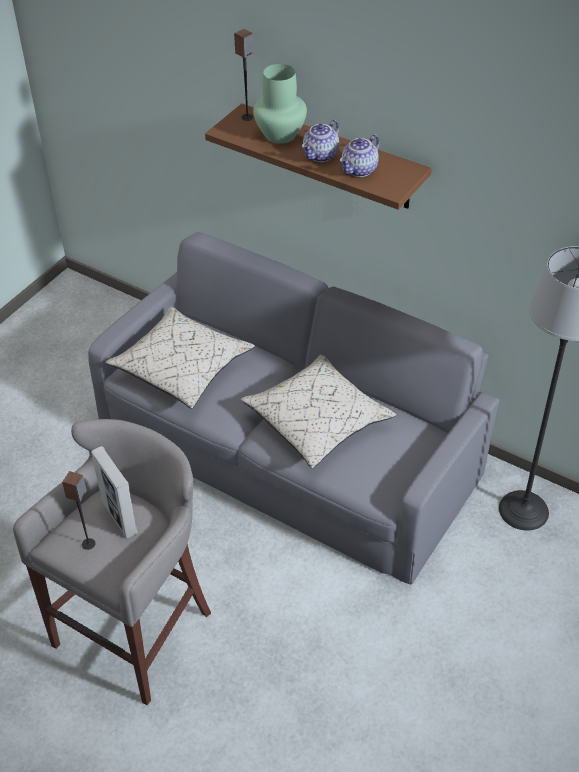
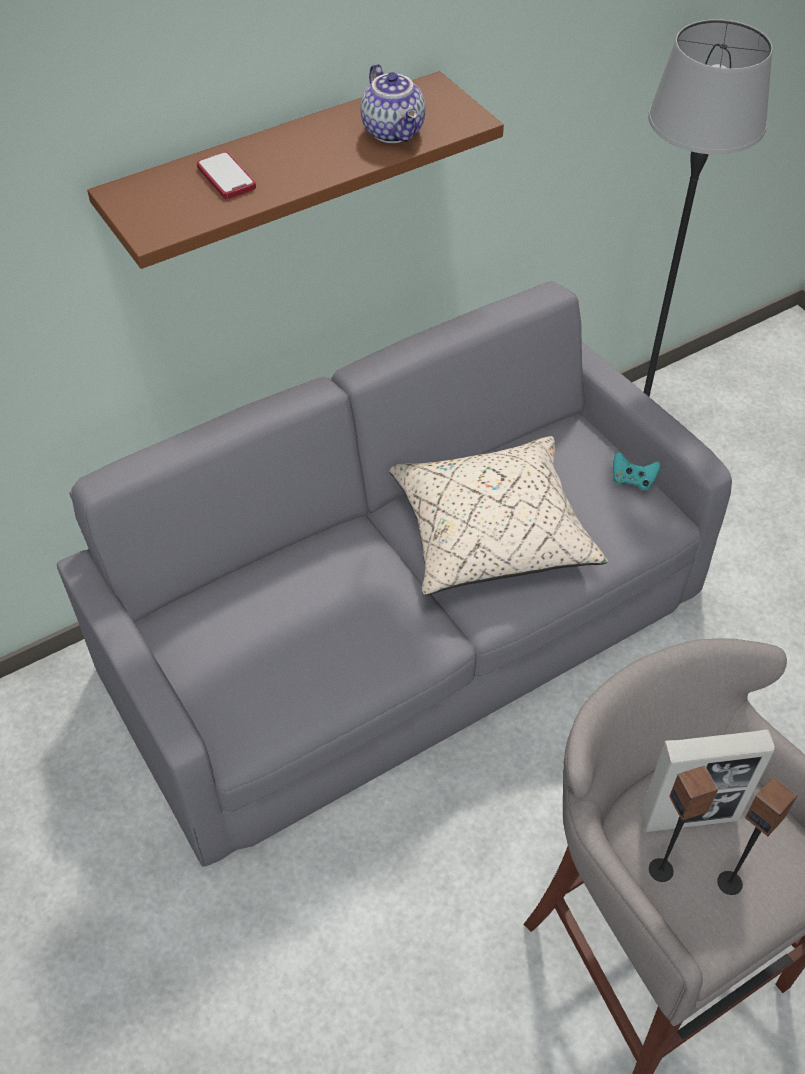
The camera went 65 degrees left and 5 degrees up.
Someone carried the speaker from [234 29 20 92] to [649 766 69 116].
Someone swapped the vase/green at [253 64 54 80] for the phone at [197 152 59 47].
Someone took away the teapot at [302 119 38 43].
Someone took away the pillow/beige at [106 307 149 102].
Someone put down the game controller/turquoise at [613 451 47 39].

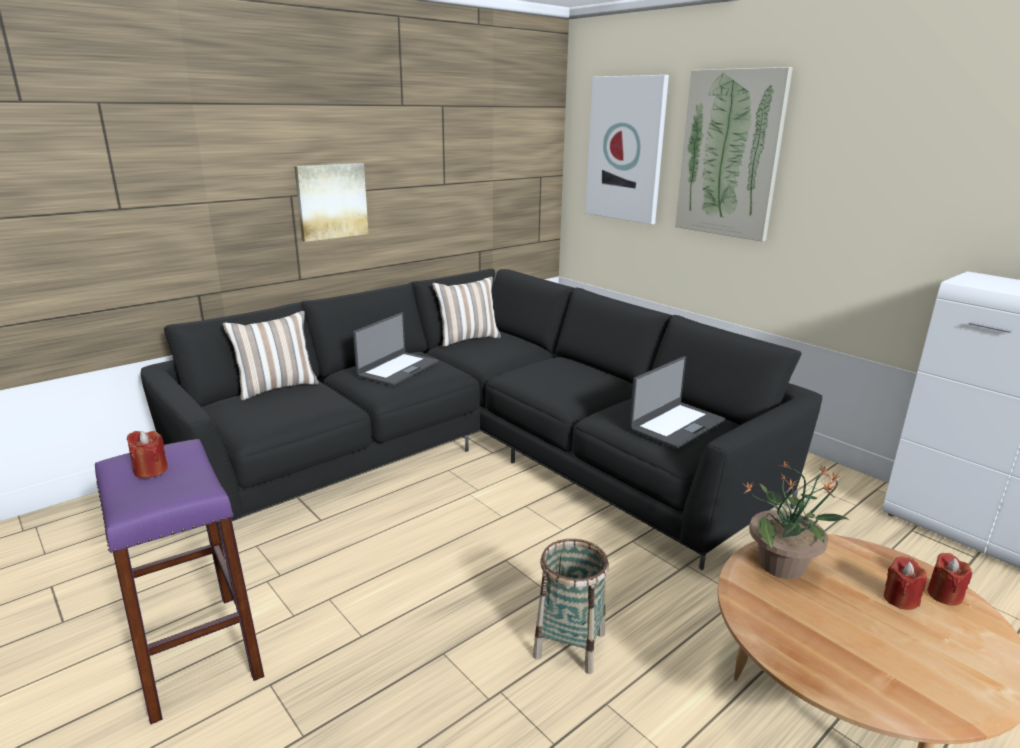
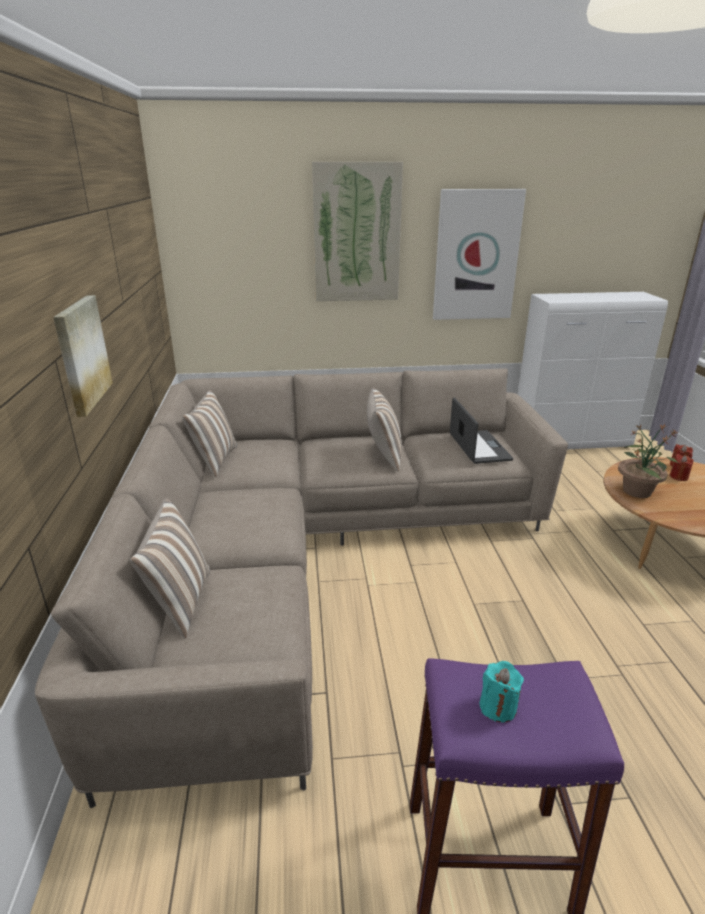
The camera went 55 degrees left and 5 degrees up.
Someone carried the picture from [585 75 84 149] to [433 189 93 131].
Someone repainted the sofa/black at [141 269 681 301], which became the sofa/beige at [35 368 533 440].
Someone took away the laptop at [353 313 86 73].
Someone repainted the candle/red at [126 431 42 47], which became the candle/turquoise at [480 661 44 61].
Someone took away the basket at [533 539 76 135].
Someone put down the pillow at [367 387 35 85].

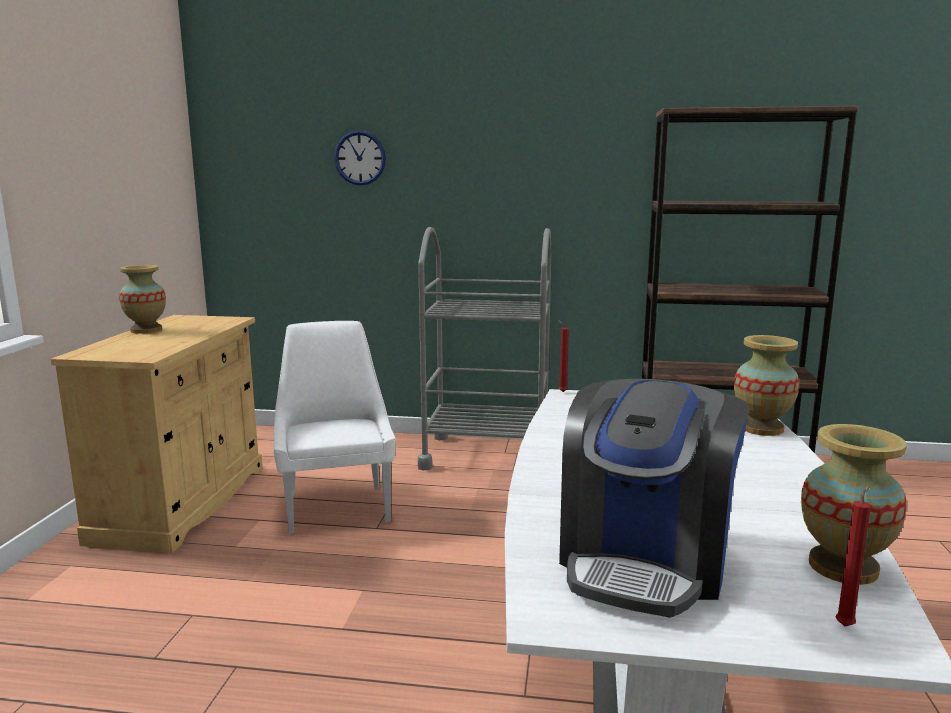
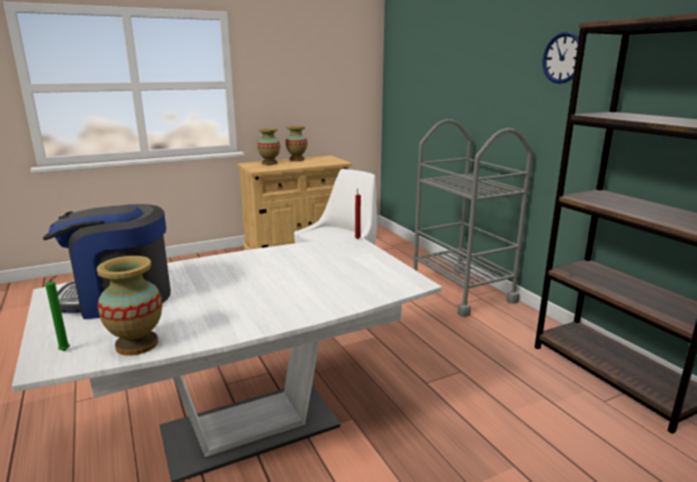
The camera went 55 degrees right and 5 degrees up.
Someone carried the wall clock from [334 130 52 56] to [543 32 36 52].
Someone carried the vase from [734 335 65 101] to [257 128 23 37].
Someone repainted the candle/red at [835 485 36 141], which became the candle/green at [45 275 25 76].

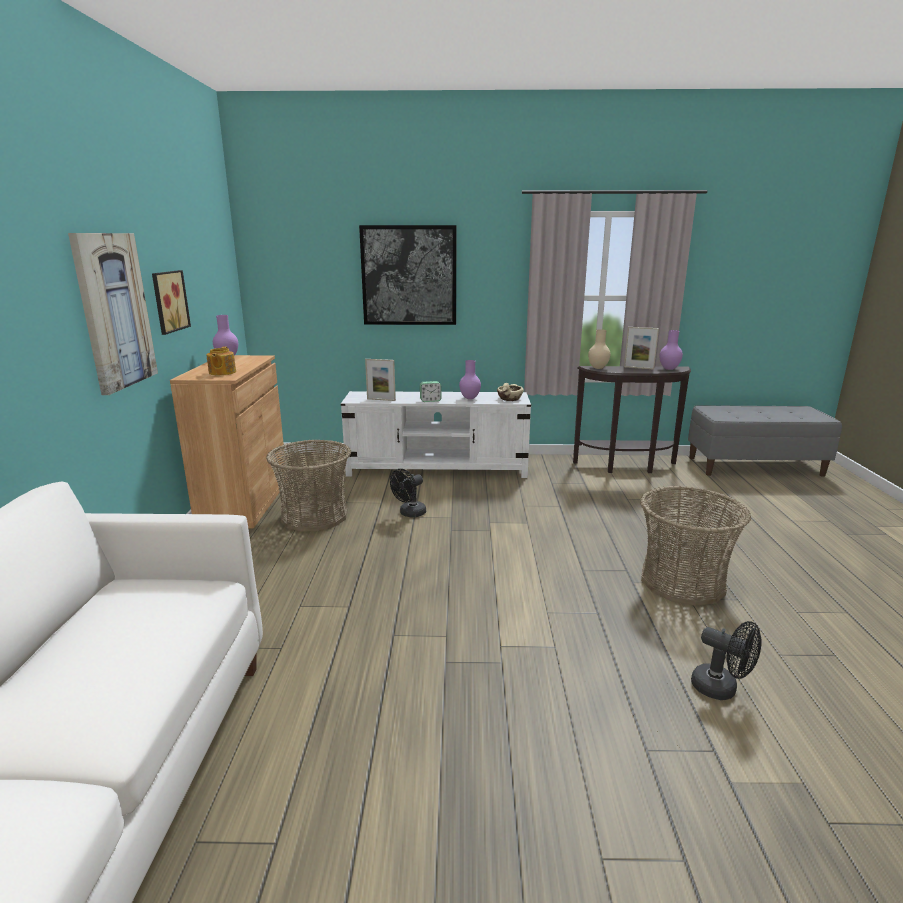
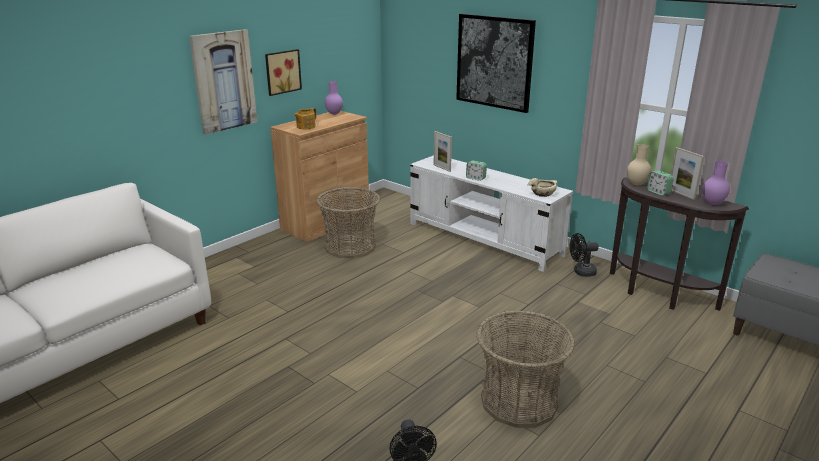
The camera went 40 degrees right and 5 degrees up.
Someone took away the vase/purple at [459 360 22 39].
Someone carried the fan/black from [390 469 36 48] to [570 233 29 44].
Someone put down the alarm clock at [647 170 27 26].

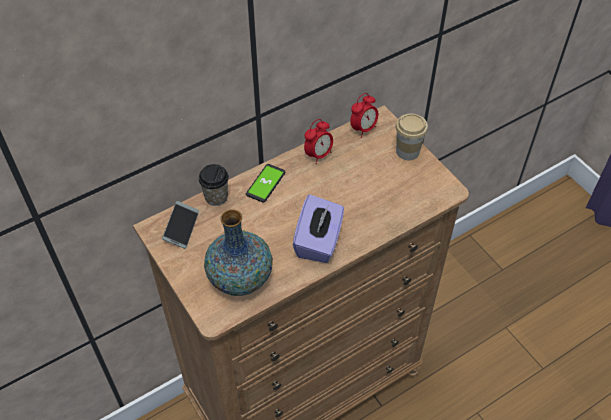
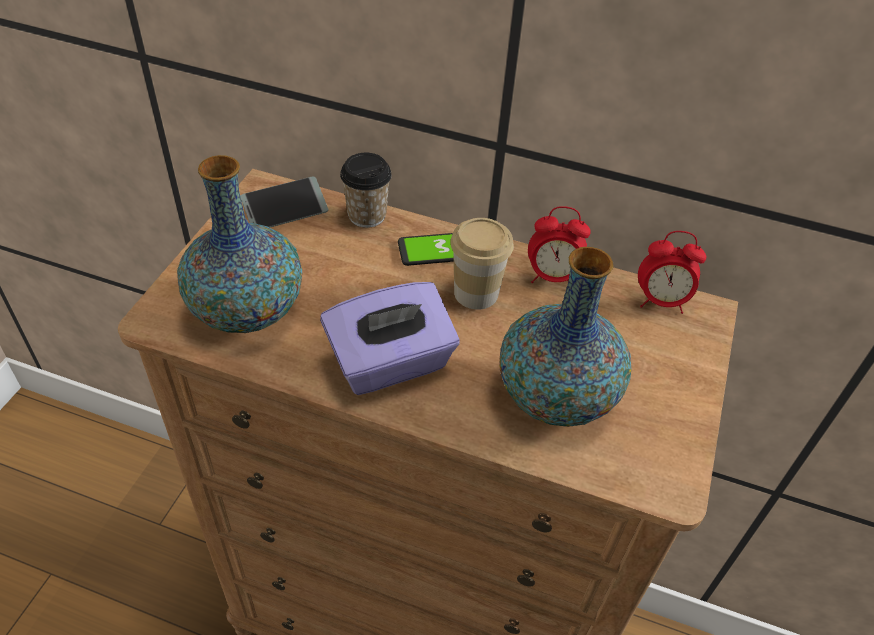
The camera went 50 degrees right and 5 degrees down.
Someone carried the cup from [395 114 33 46] to [450 218 64 92].
Someone put down the vase at [499 246 132 181].

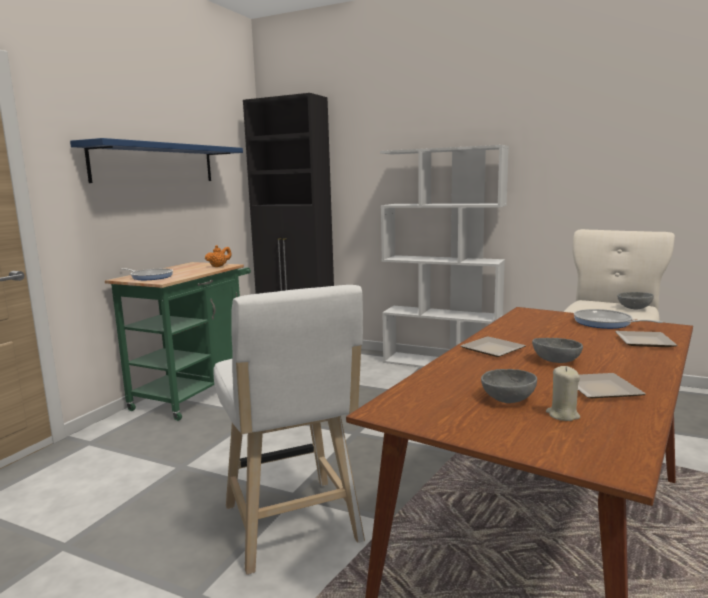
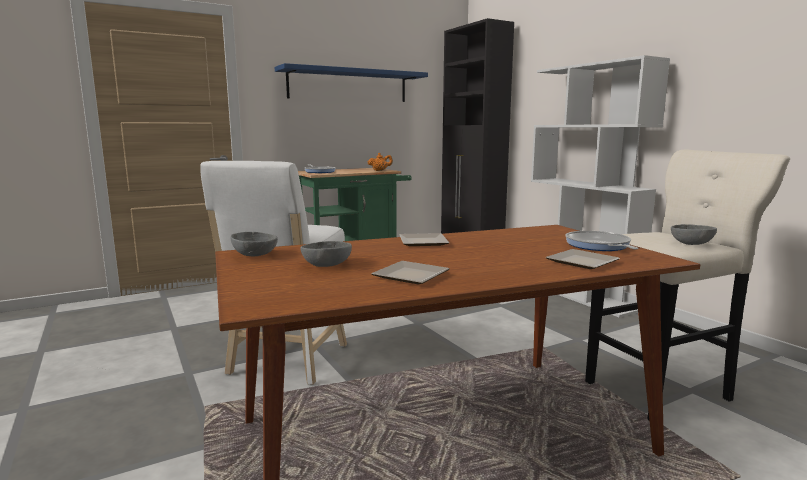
The camera went 35 degrees right and 0 degrees up.
Someone carried the bowl/grey from [532 338 51 25] to [230 232 48 24].
Someone took away the candle/beige at [546 366 34 55].

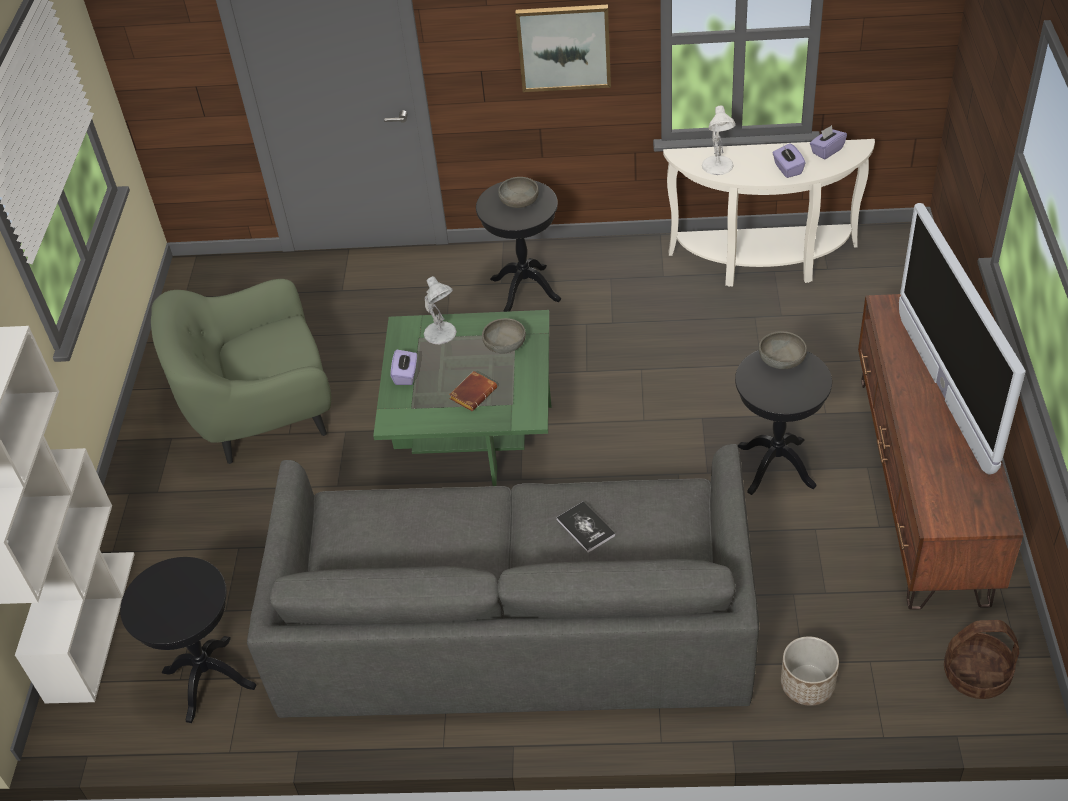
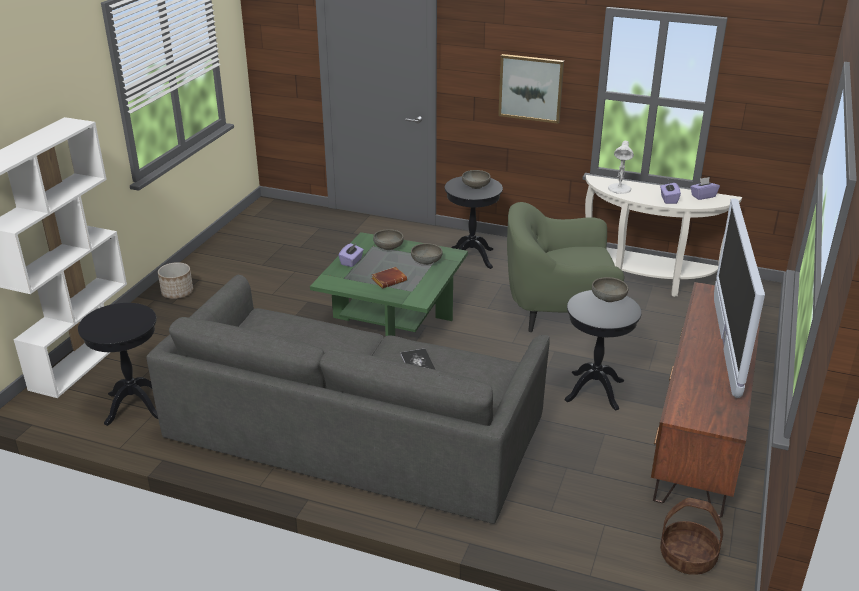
The camera went 15 degrees right and 15 degrees down.
Someone swapped the table lamp/white at [424 276 33 68] for the bowl/grey at [373 229 31 21].
Someone carried the armchair/green from [151 279 180 185] to [507 202 117 130].
Someone carried the planter from [781 636 58 70] to [158 262 35 37].

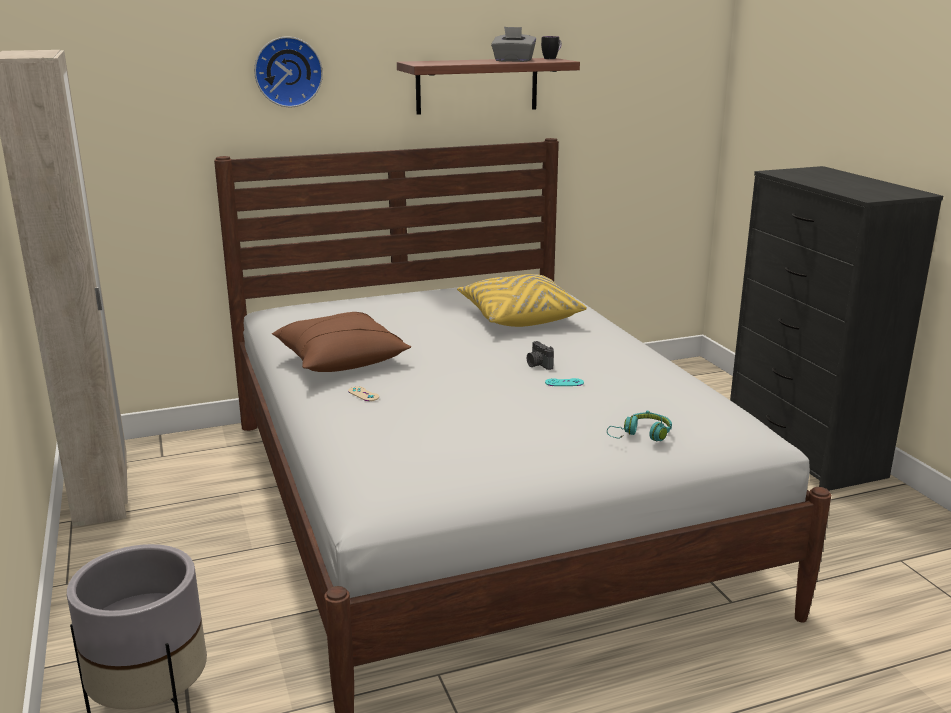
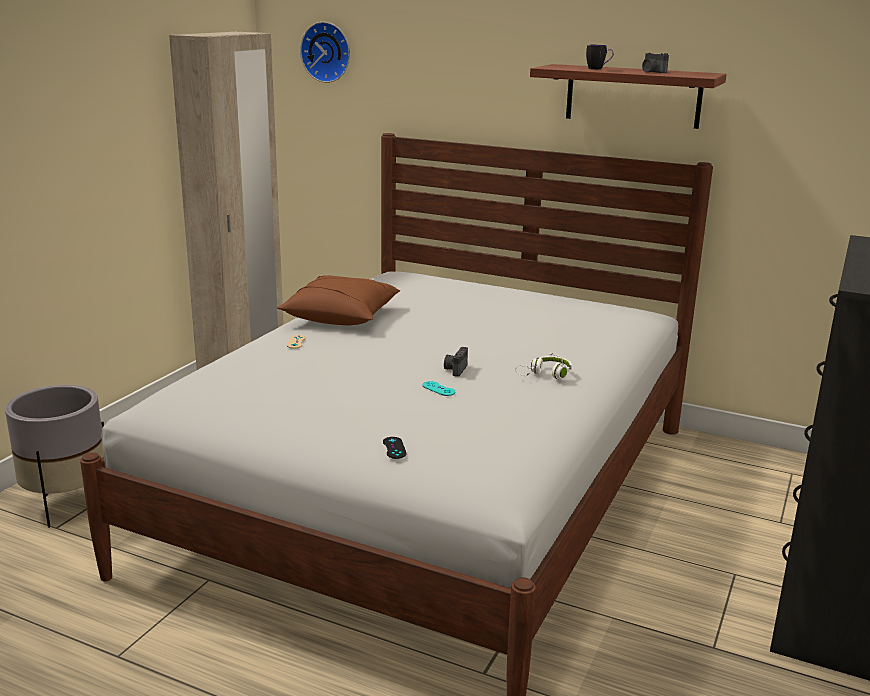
The camera went 45 degrees right and 0 degrees up.
Someone swapped the tissue box/grey at [491 27 45 35] for the photo camera at [642 53 27 20].
Someone carried the wall clock from [254 36 69 71] to [300 22 50 61].
Someone carried the mug from [541 36 21 23] to [586 45 28 25].
Someone took away the pillow/yellow at [457 274 130 53].
Someone swapped the headphones/turquoise at [607 411 65 30] for the game controller/black at [383 437 24 22].
Someone put down the headphones/white at [515 353 57 26].

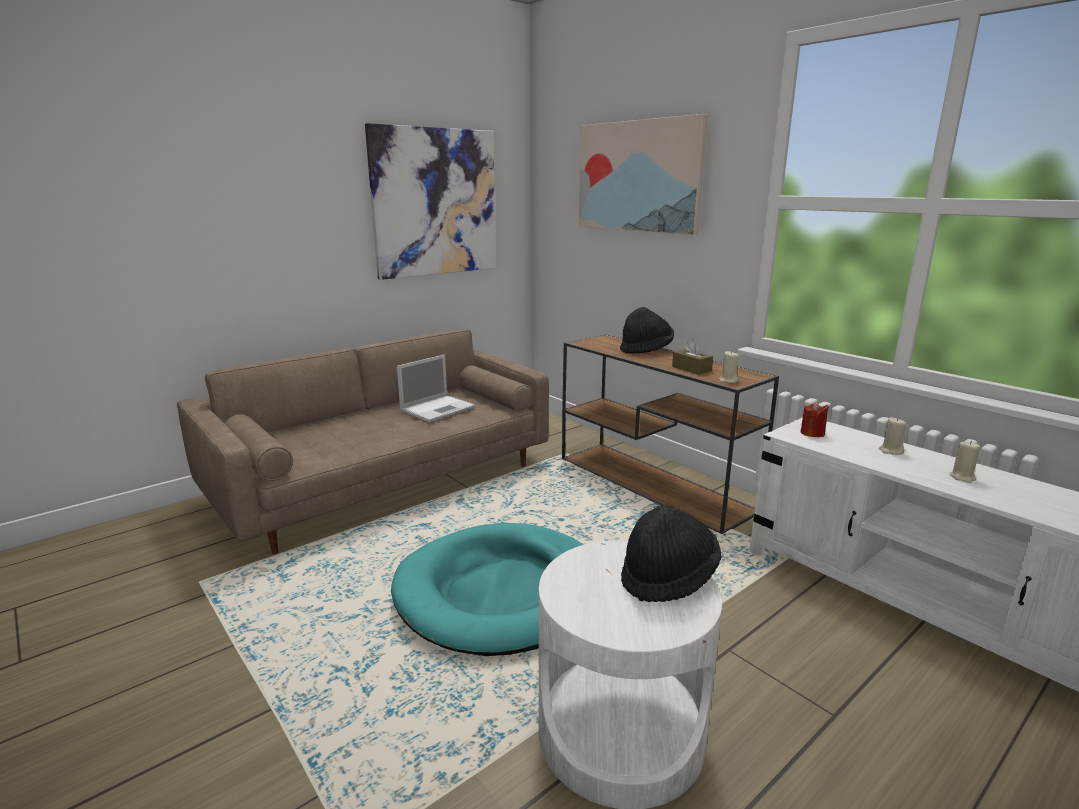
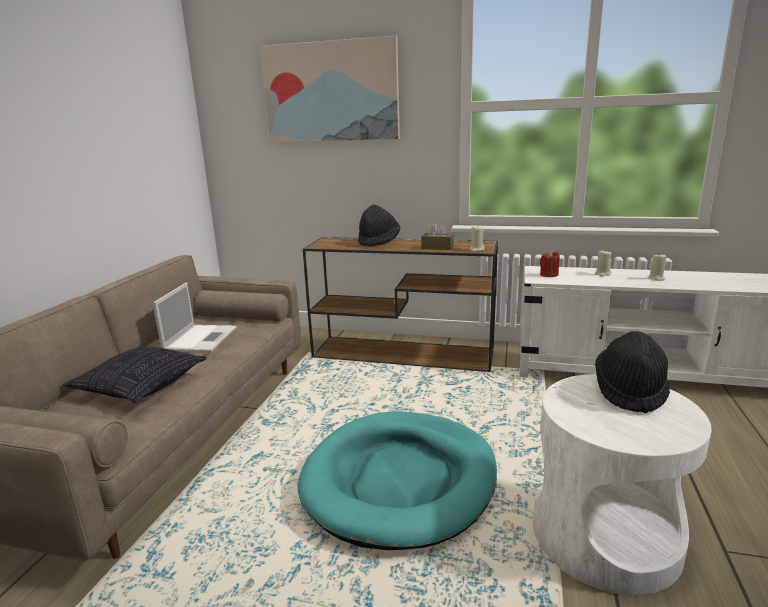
The camera went 35 degrees left and 0 degrees up.
Someone took away the picture at [365 123 131 157].
Someone put down the pillow at [62 346 145 57].

